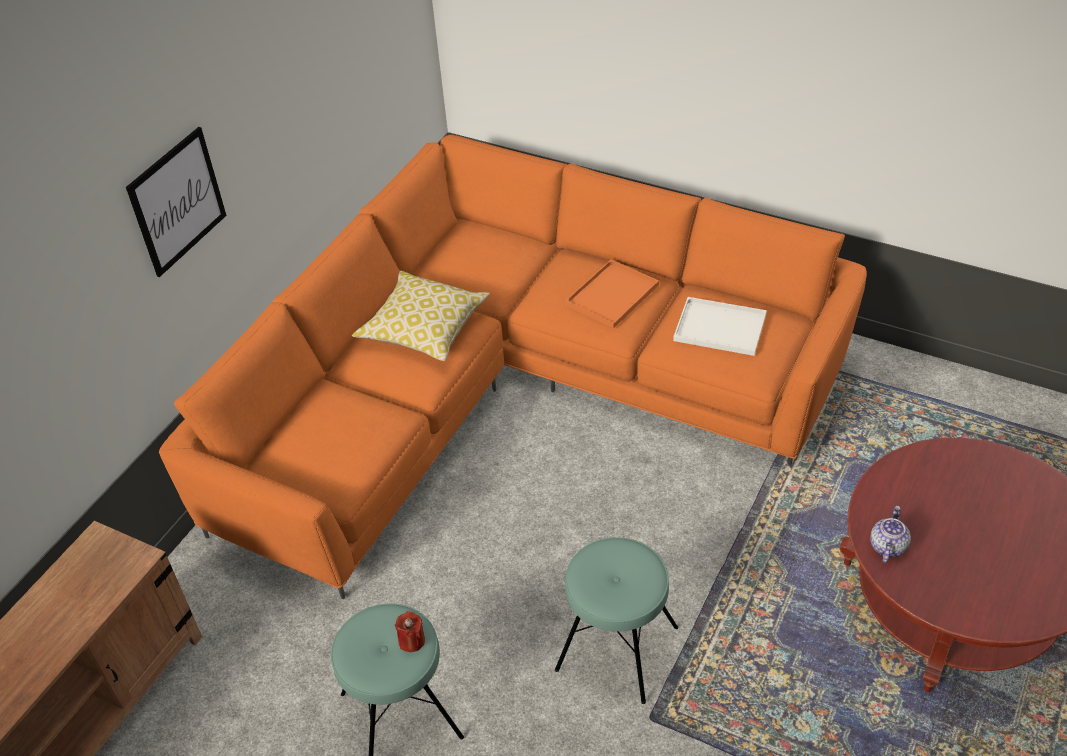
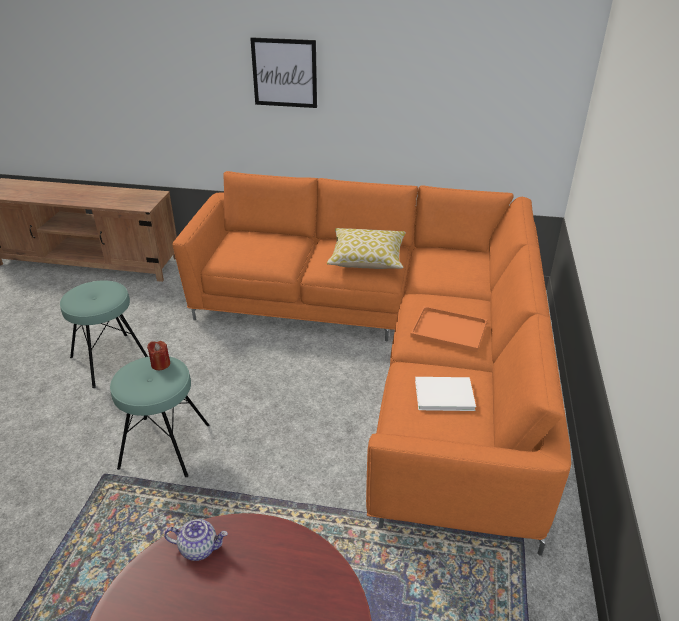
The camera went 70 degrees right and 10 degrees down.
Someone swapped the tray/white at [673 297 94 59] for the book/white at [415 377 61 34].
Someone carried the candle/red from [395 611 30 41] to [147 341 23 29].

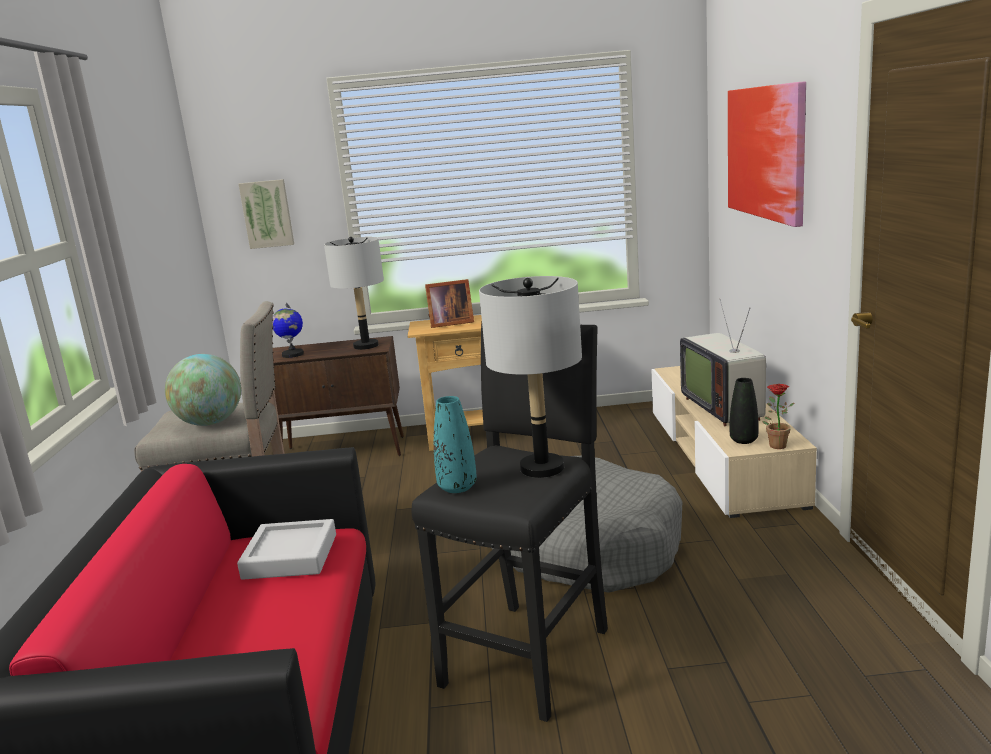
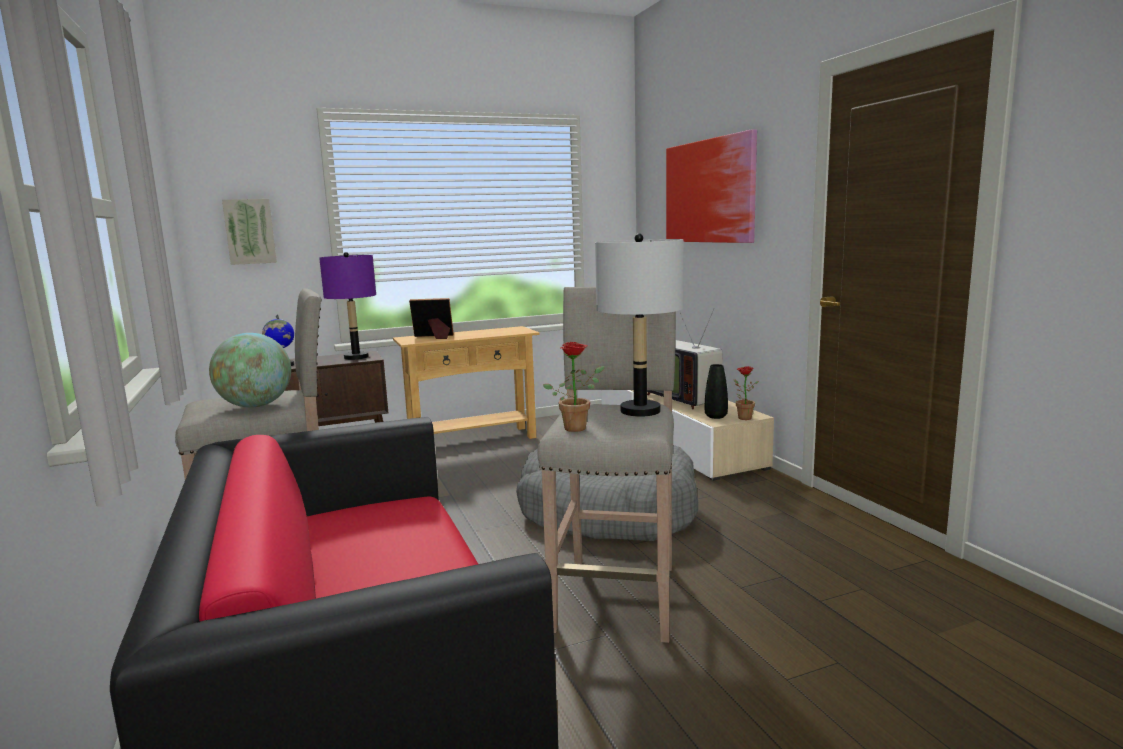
The camera went 20 degrees left and 5 degrees down.
Someone repainted the table lamp/grey at [324 237 60 113], which became the table lamp/purple at [319 252 57 108].
Someone rotated the picture frame at [425 279 49 49] by 150 degrees counterclockwise.
Someone repainted the stool/black at [412 322 196 400], which became the stool/beige at [538 287 138 356].
Someone swapped the vase/turquoise at [434 396 43 97] for the potted plant at [543 342 61 90].
Someone took away the tray/grey at [237 519 99 61].

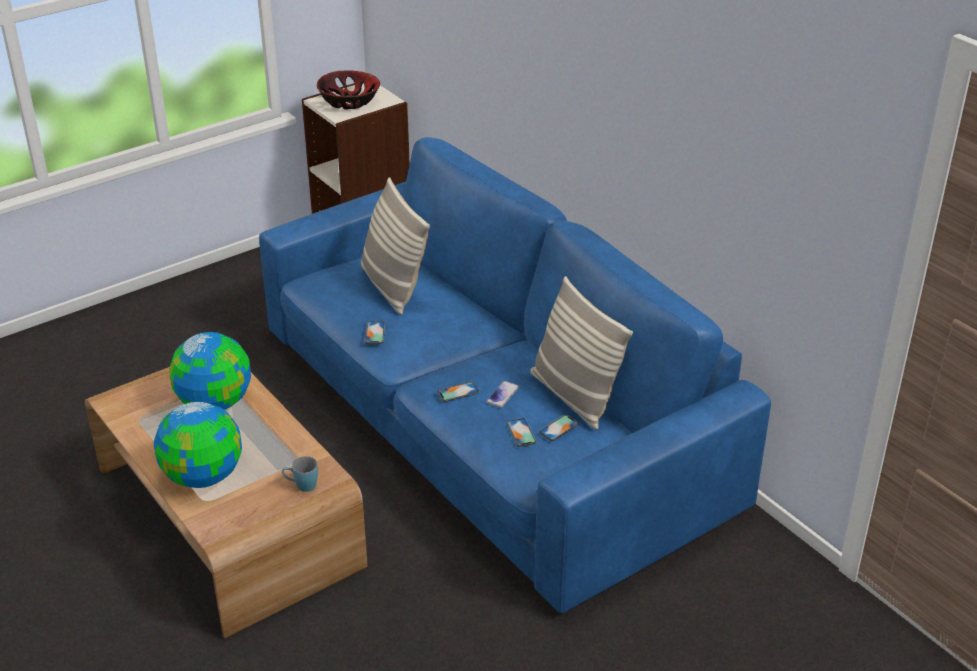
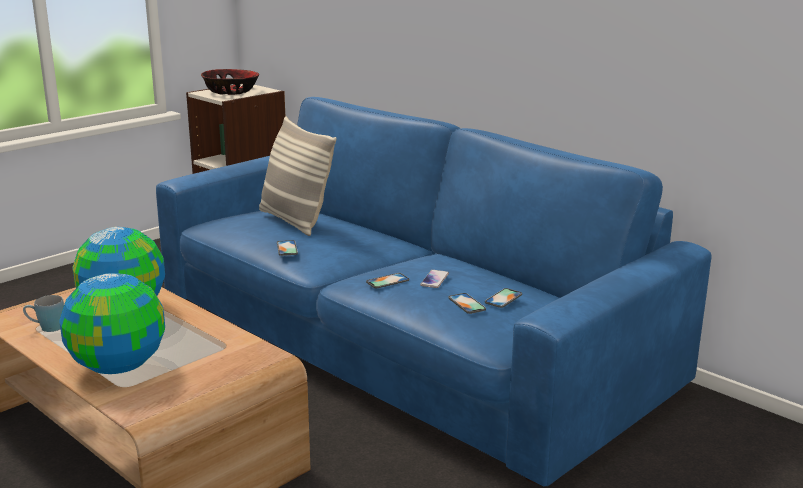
The camera went 10 degrees left and 15 degrees down.
Someone took away the pillow at [530 276 103 154].
Someone carried the mug/blue from [282 456 36 36] to [23 295 41 37].

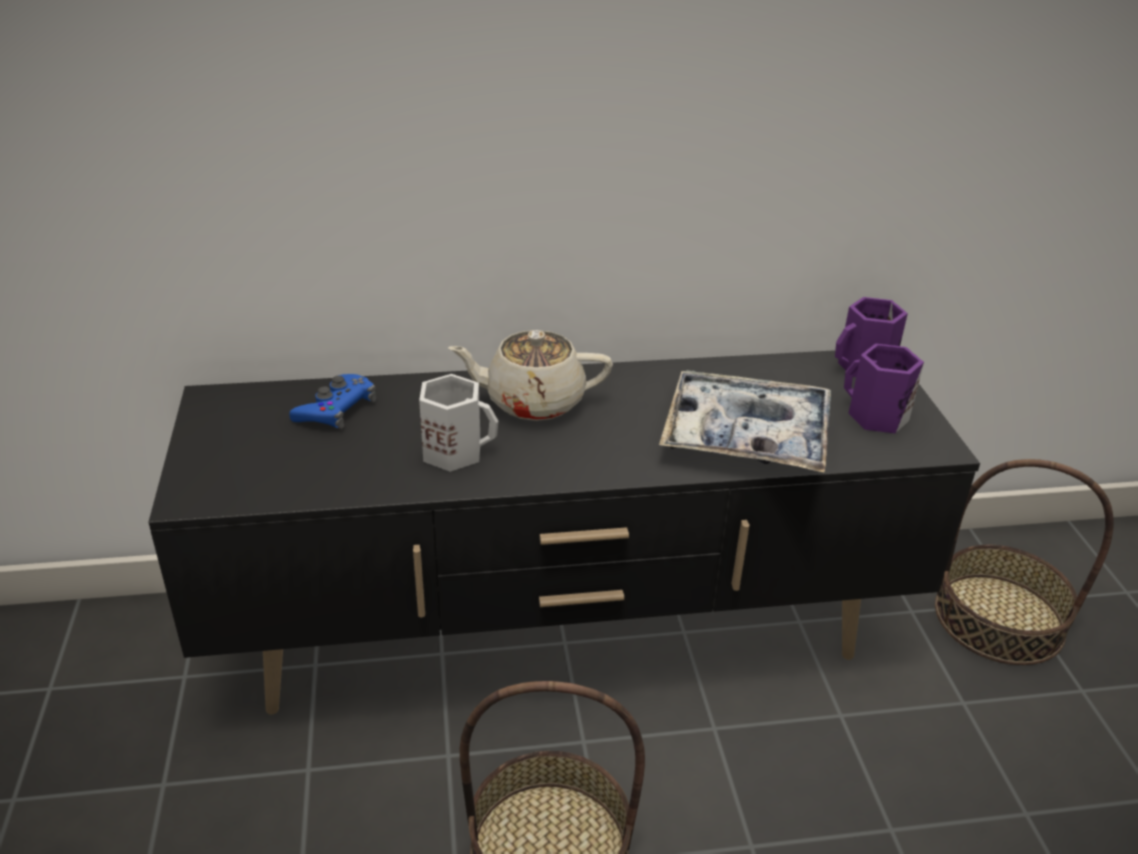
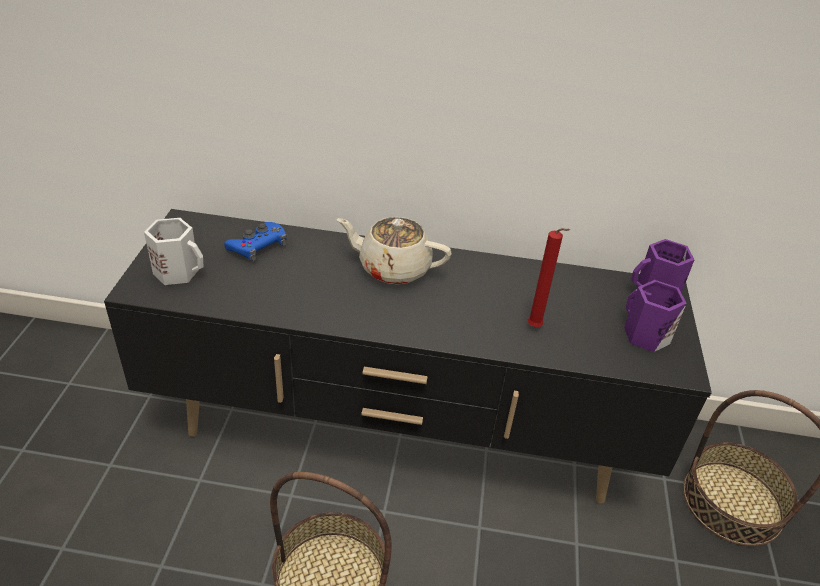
The camera went 15 degrees right and 5 degrees up.
Someone swapped the tray at [659 370 172 103] for the candle/red at [528 228 42 99].
Someone carried the mug/white from [419 374 80 98] to [144 218 60 67].

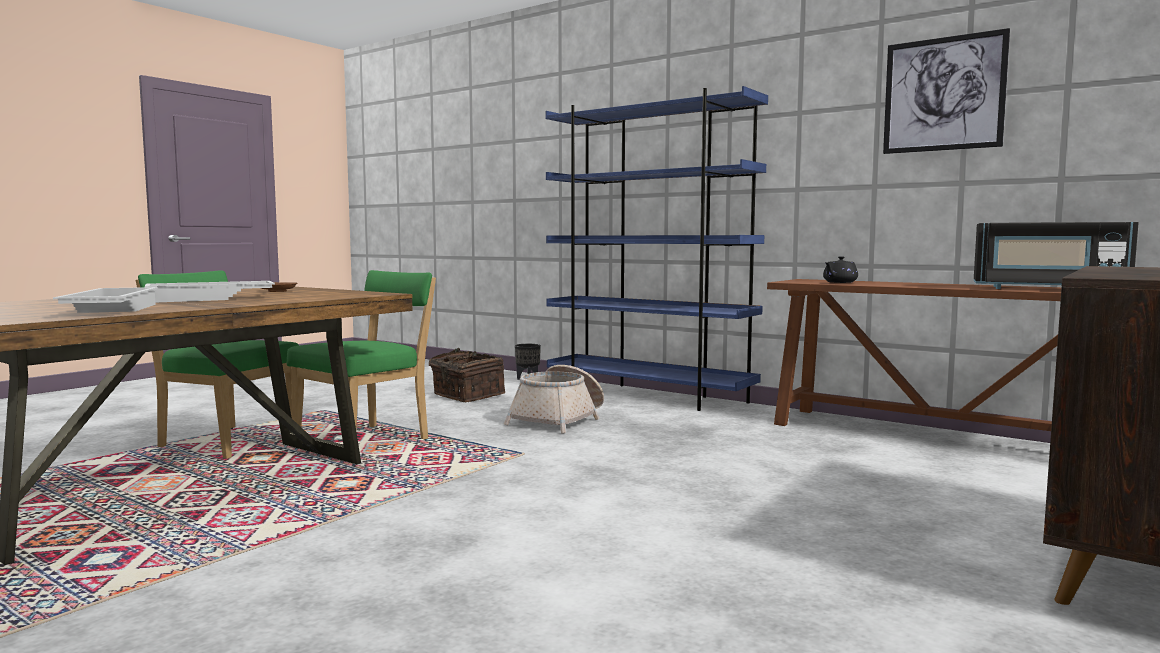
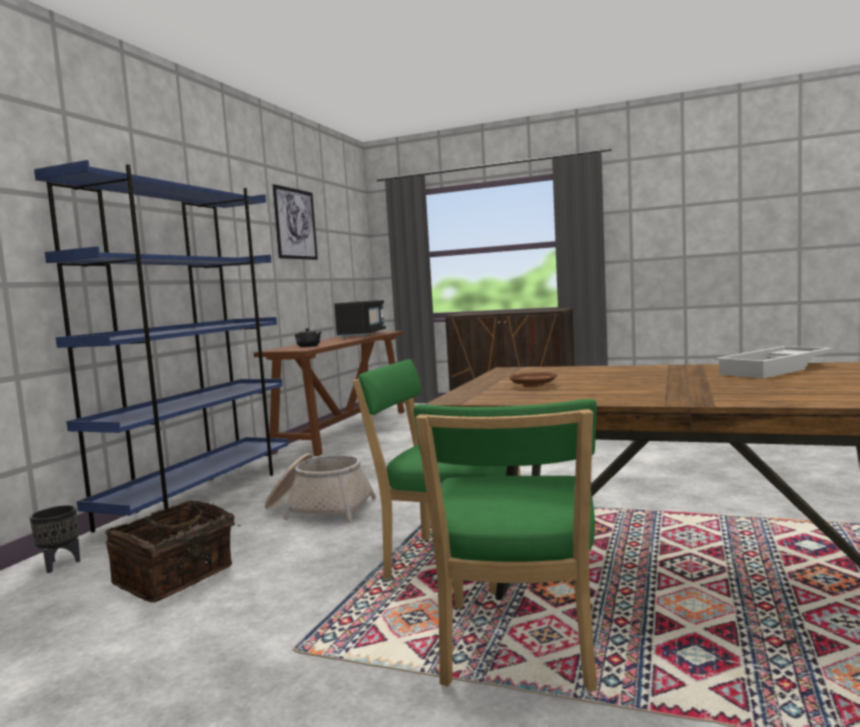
The camera went 105 degrees left and 0 degrees up.
Someone took away the tray/white at [145 281 130 21].

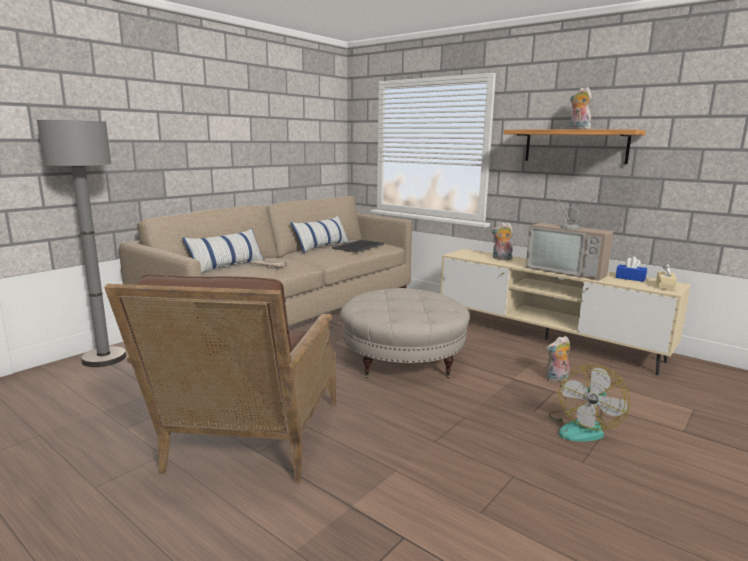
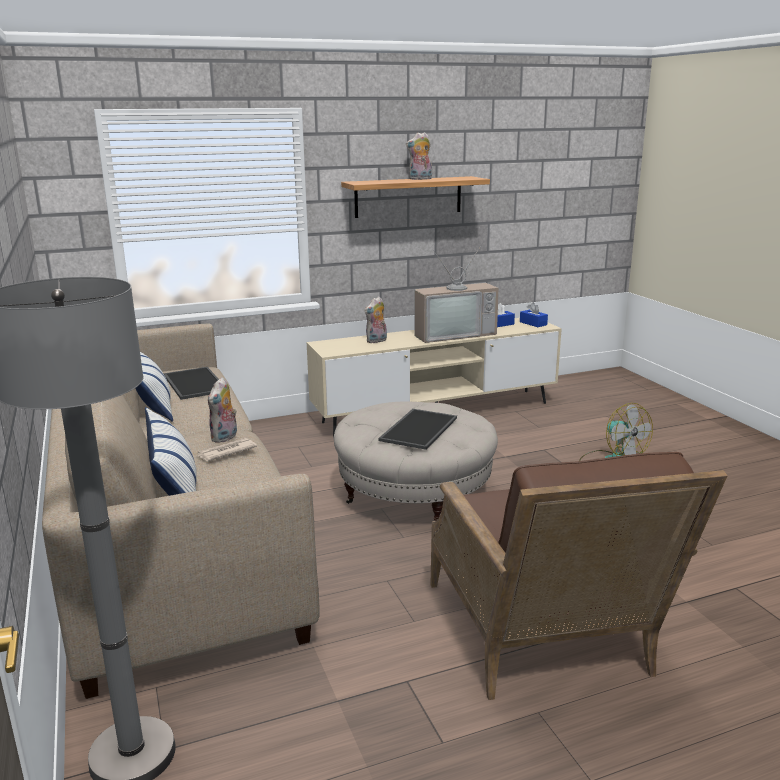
The camera went 60 degrees left and 5 degrees up.
Someone repainted the tissue box/beige at [656 263 21 28], which became the tissue box/blue at [520 303 28 24].
Someone rotated the armchair/brown at [104 274 232 210] by 45 degrees clockwise.
Someone carried the plush toy from [546 336 24 46] to [208 377 29 66].
Someone put down the tray at [378 409 79 41].

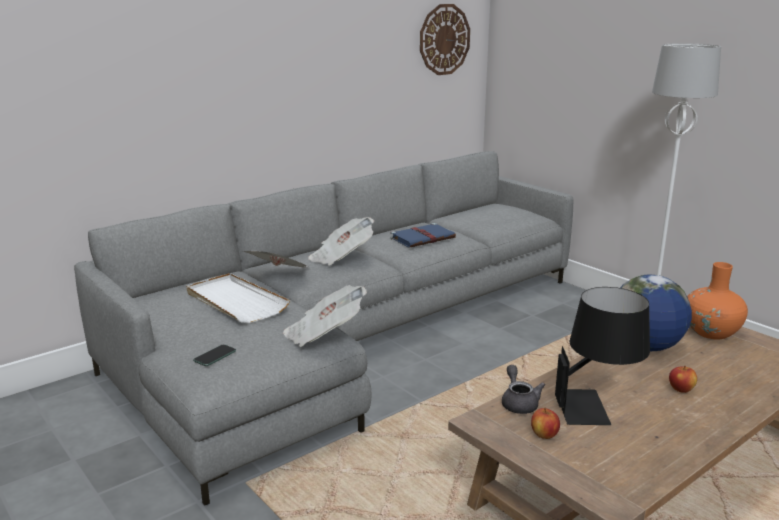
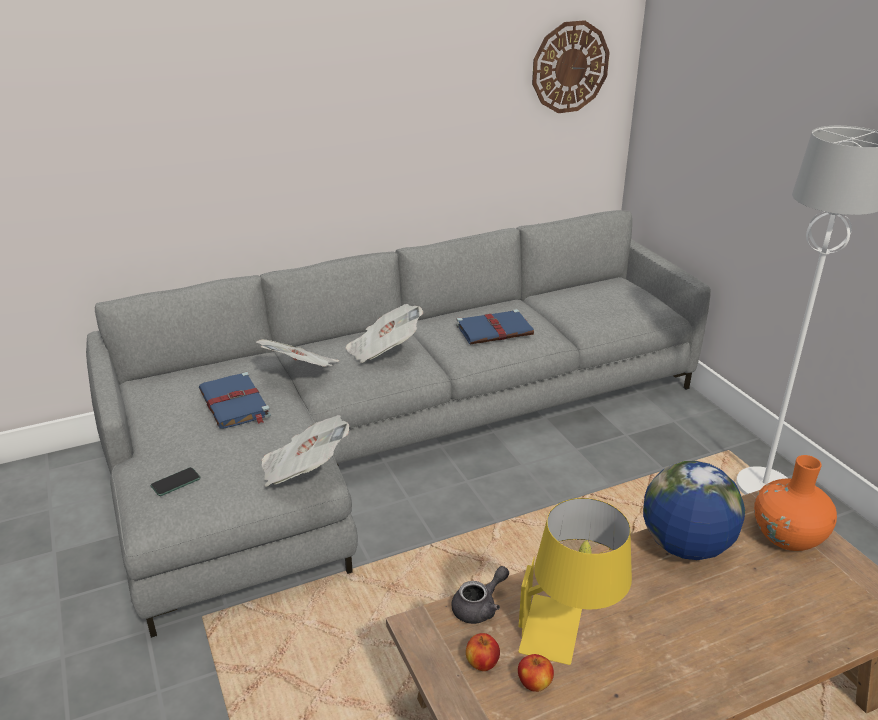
The camera went 15 degrees right and 10 degrees up.
Someone swapped the tray/white at [186 273 104 50] for the book/blue at [199 372 72 57].
Someone repainted the table lamp/black at [555 287 95 138], which became the table lamp/yellow at [518 498 114 167].
Someone rotated the teapot/grey at [502 365 43 49] by 45 degrees clockwise.
Someone carried the apple from [669 366 28 27] to [518 654 36 38].

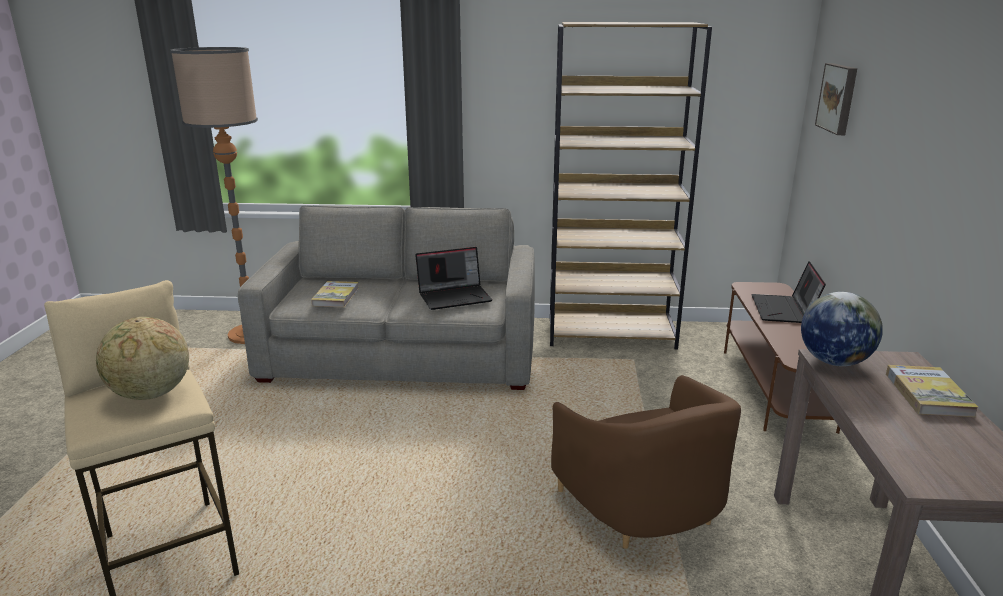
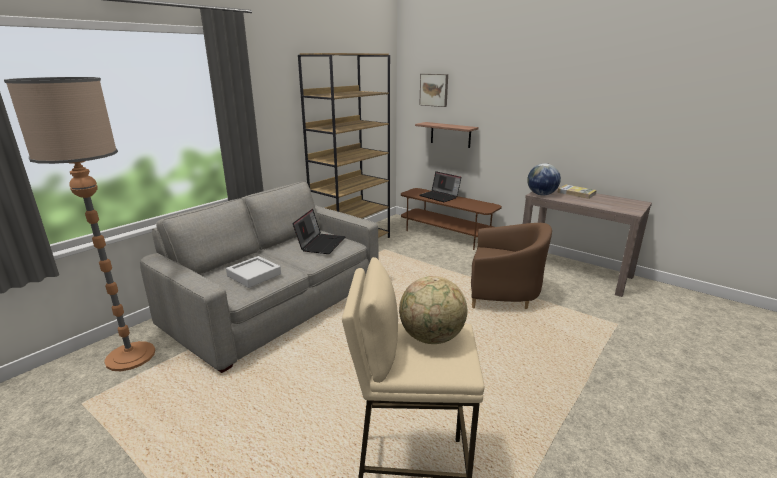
The camera went 55 degrees left and 0 degrees up.
Someone swapped the book at [311 281 48 26] for the tray/grey at [226 256 55 32].
Someone put up the shelf at [415 122 64 26].

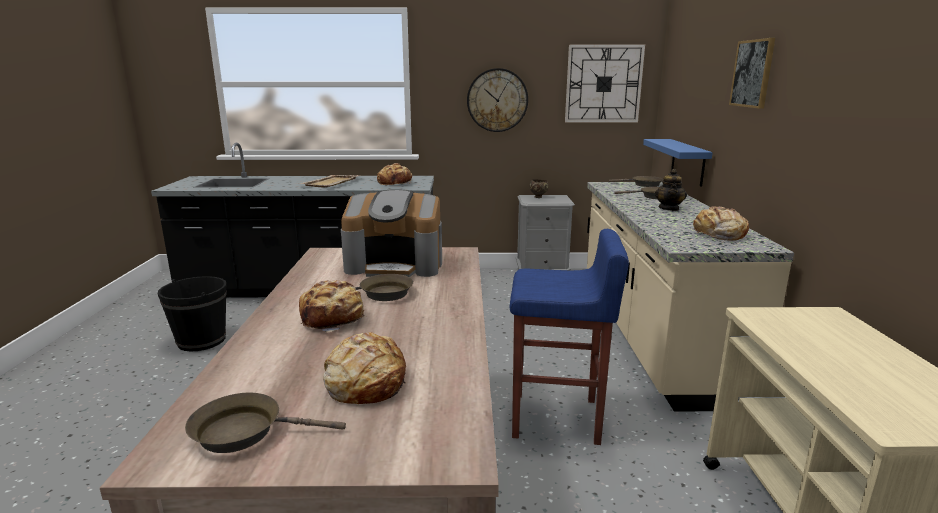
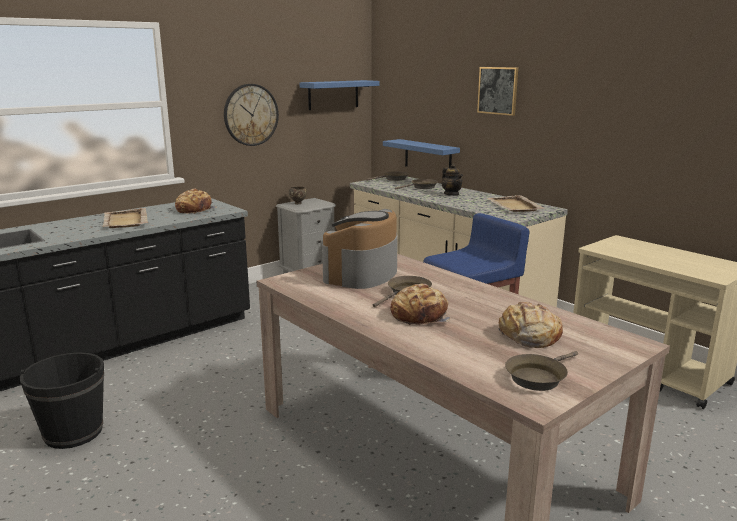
The camera went 40 degrees left and 0 degrees up.
Someone swapped the wall clock at [565 45 80 77] for the shelf/blue at [300 80 80 30].
Someone rotated the coffee machine at [341 189 101 88] by 150 degrees clockwise.
Someone swapped the bread at [693 206 56 35] for the tray/beige at [488 195 57 17].

